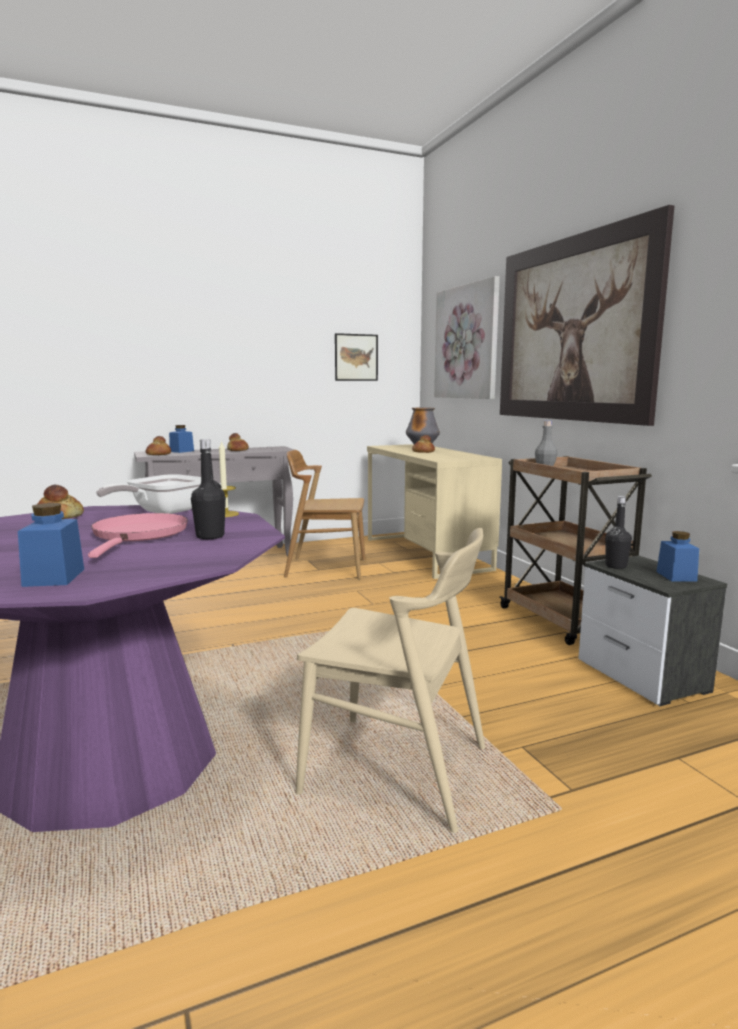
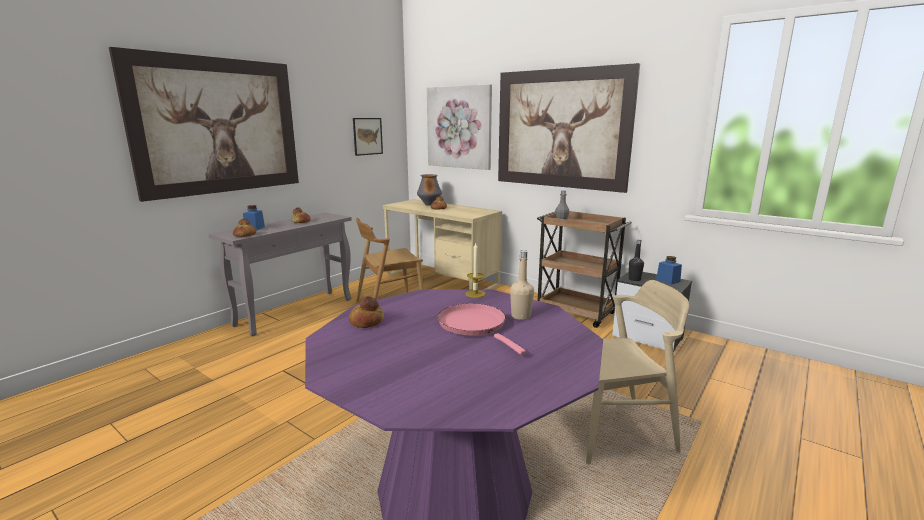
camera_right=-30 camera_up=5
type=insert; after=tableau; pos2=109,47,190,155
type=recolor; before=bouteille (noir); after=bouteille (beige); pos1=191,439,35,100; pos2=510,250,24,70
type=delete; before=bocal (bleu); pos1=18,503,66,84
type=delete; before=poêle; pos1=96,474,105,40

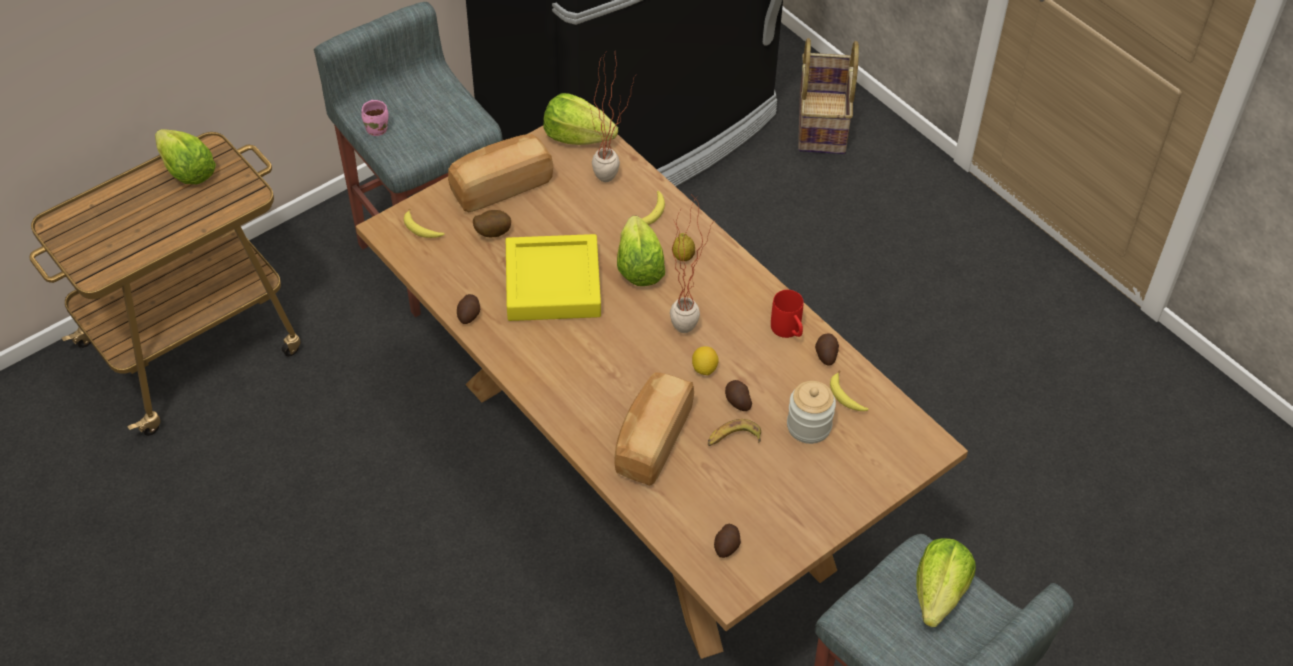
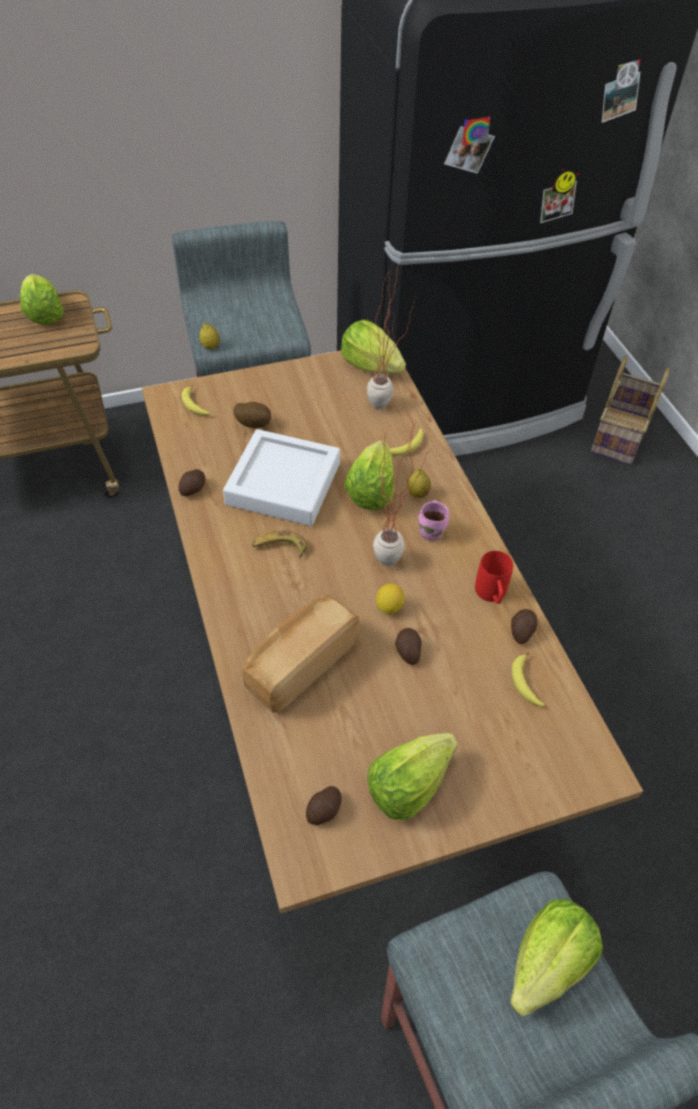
camera_right=20 camera_up=0
type=insert; after=citron; pos2=199,323,21,26
type=recolor; before=plateau (jaune); after=plateau (blanc); pos1=506,234,95,87; pos2=223,429,117,97
type=move; before=banane; pos1=708,419,53,27; pos2=252,530,55,28
type=insert; after=laitue; pos2=367,733,91,87
type=move; before=mug (rose); pos1=361,100,28,36; pos2=419,500,30,41
type=delete; before=pain; pos1=448,134,105,79
type=delete; before=bocal; pos1=787,381,49,63

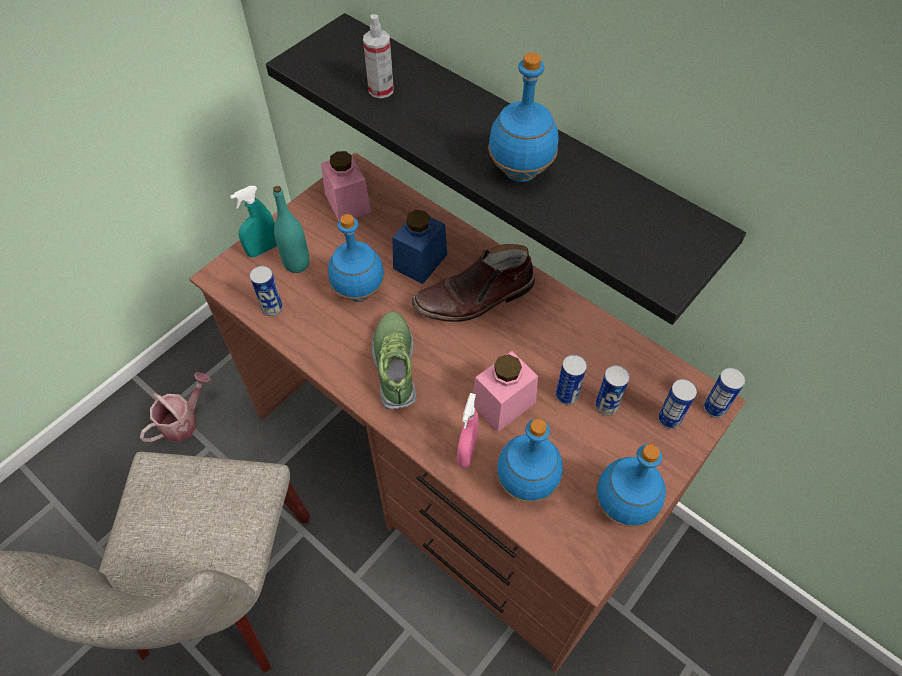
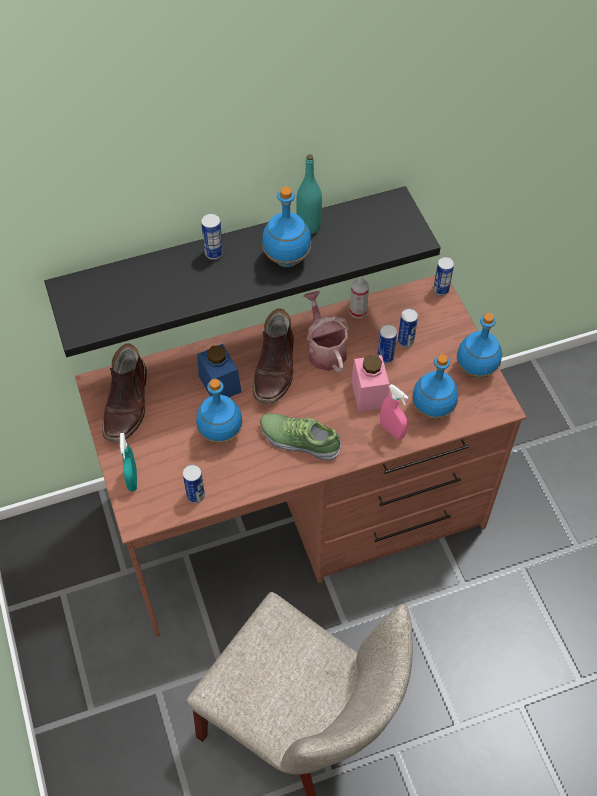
camera_right=-60 camera_up=0
type=replace; before=bocal (rose); after=botte (marron); pos1=321,151,50,70; pos2=103,343,44,99
type=move; before=boîte métallique; pos1=658,379,39,50; pos2=201,213,22,47
type=move; before=bouteille (turquoise); pos1=273,186,37,87; pos2=296,154,26,80
type=move; before=arrosoir; pos1=140,372,71,70; pos2=304,291,46,82
type=move; before=vaporisateur; pos1=363,14,31,85; pos2=350,276,19,42

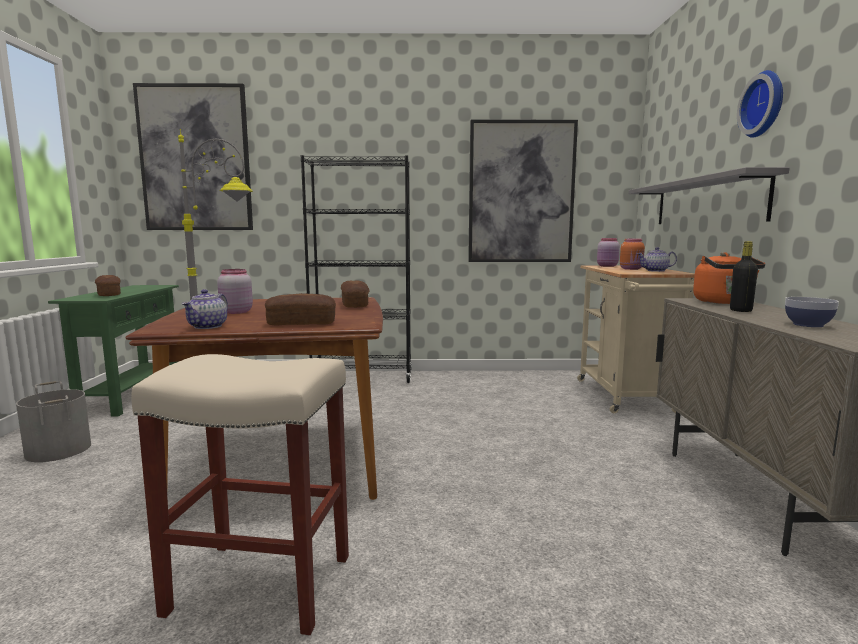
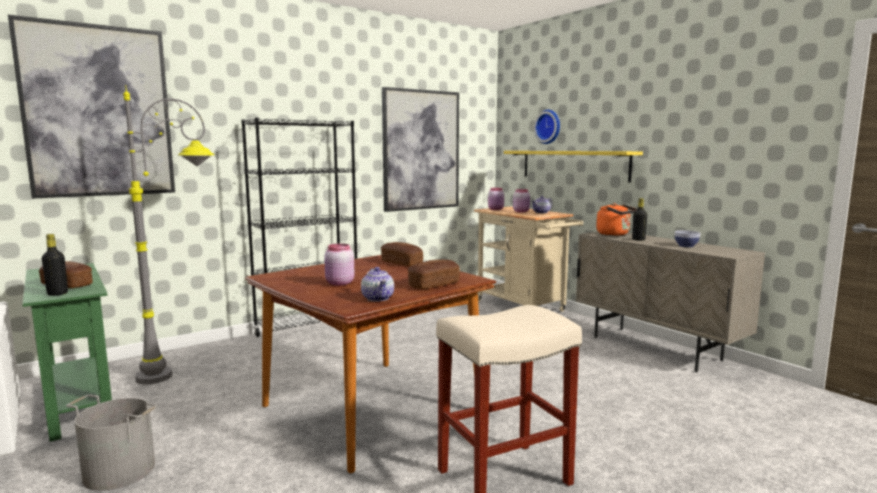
camera_right=-35 camera_up=0
type=insert; after=bouteille (noir); pos2=42,234,26,62
type=recolor; before=étagère (gris); after=étagère (jaune); pos1=629,167,161,57; pos2=504,151,139,32
type=recolor; before=bocal (orange); after=bocal (rose); pos1=620,239,25,31; pos2=513,189,17,23
type=move; before=horloge murale; pos1=737,70,46,68; pos2=534,110,26,34

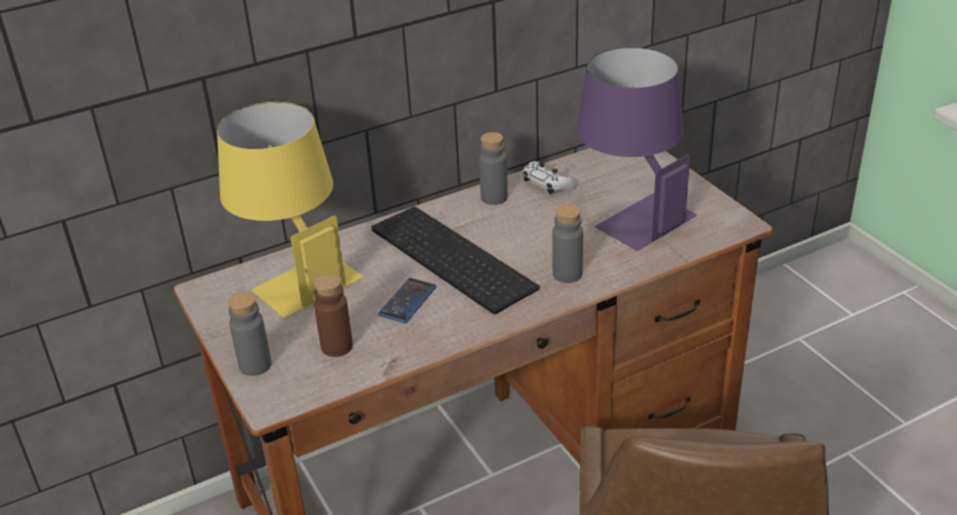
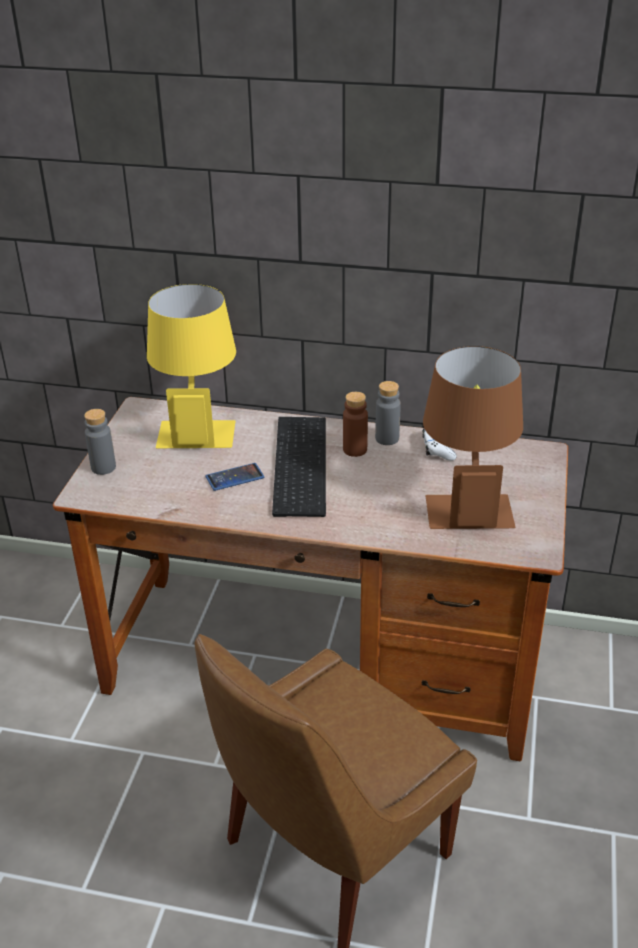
camera_right=40 camera_up=0
type=move; before=bouteille (marron); pos1=314,274,39,83; pos2=343,392,25,65
type=recolor; before=lampe de table (violet); after=lampe de table (marron); pos1=577,47,120,204; pos2=423,346,100,183
type=delete; before=bouteille (gris); pos1=552,204,31,79

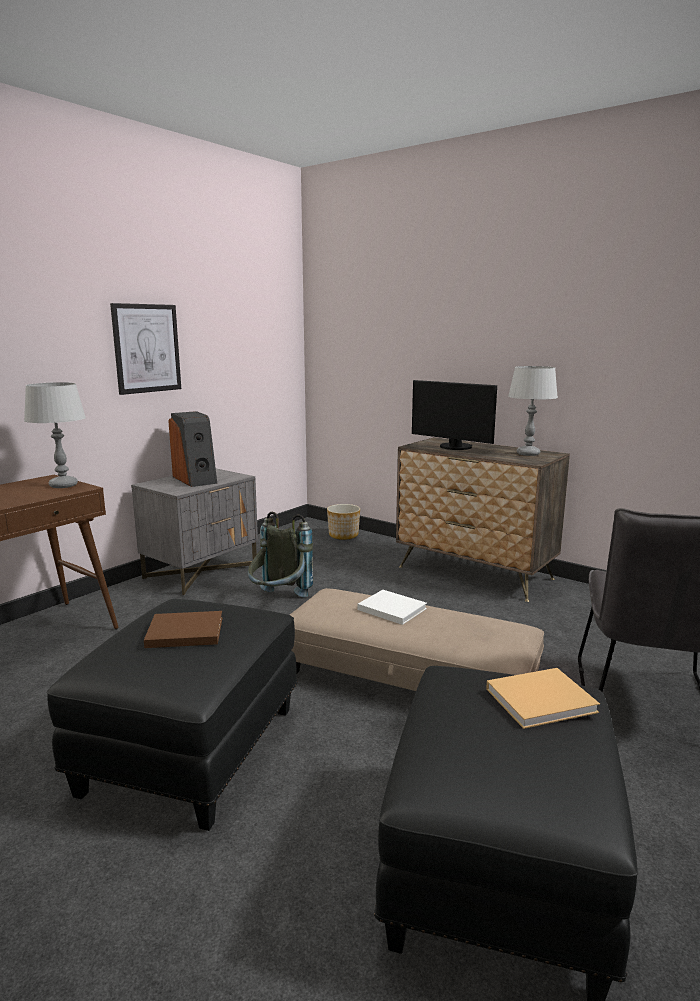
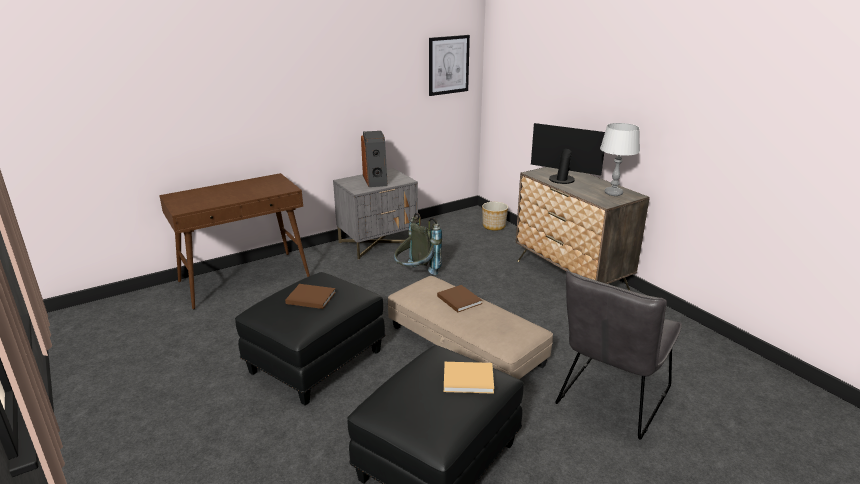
camera_right=20 camera_up=10
type=move; before=tableau; pos1=110,303,71,92; pos2=429,35,41,61
type=recolor; before=livre (blanc); after=livre (marron); pos1=357,590,70,35; pos2=437,285,45,28
type=rotate; before=écran d'ordinateur; pos1=412,380,85,70; pos2=531,123,74,61; turn=150
type=delete; before=lampe de table (gris); pos1=24,382,62,106

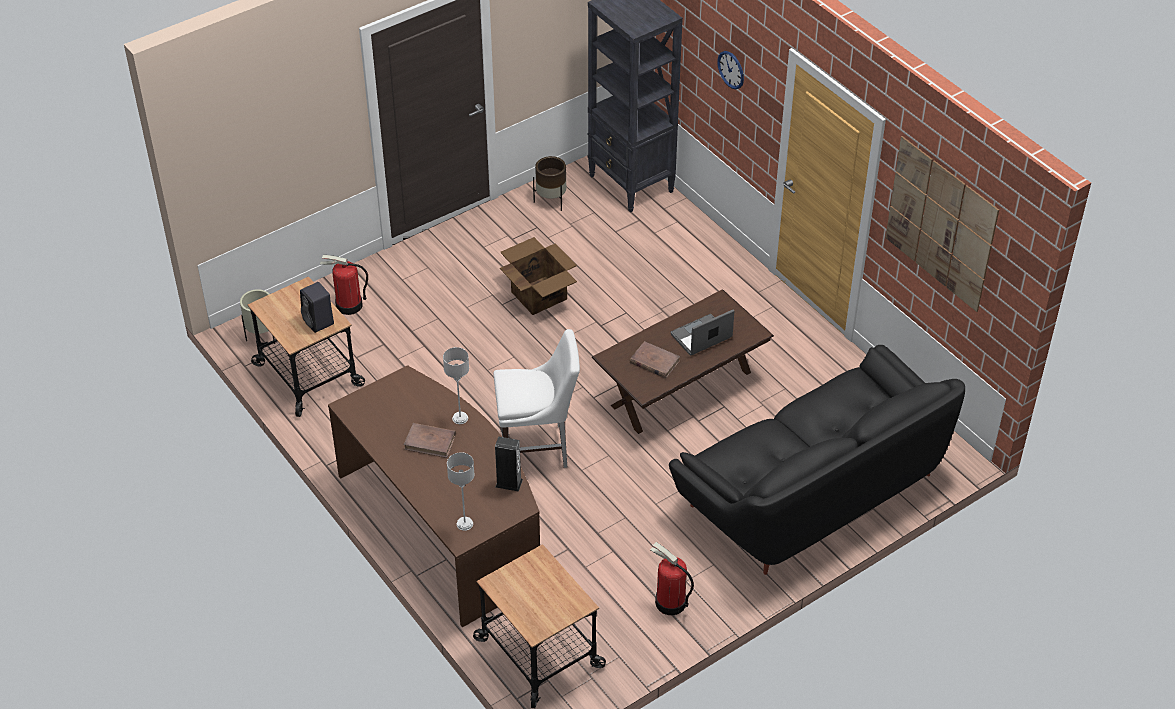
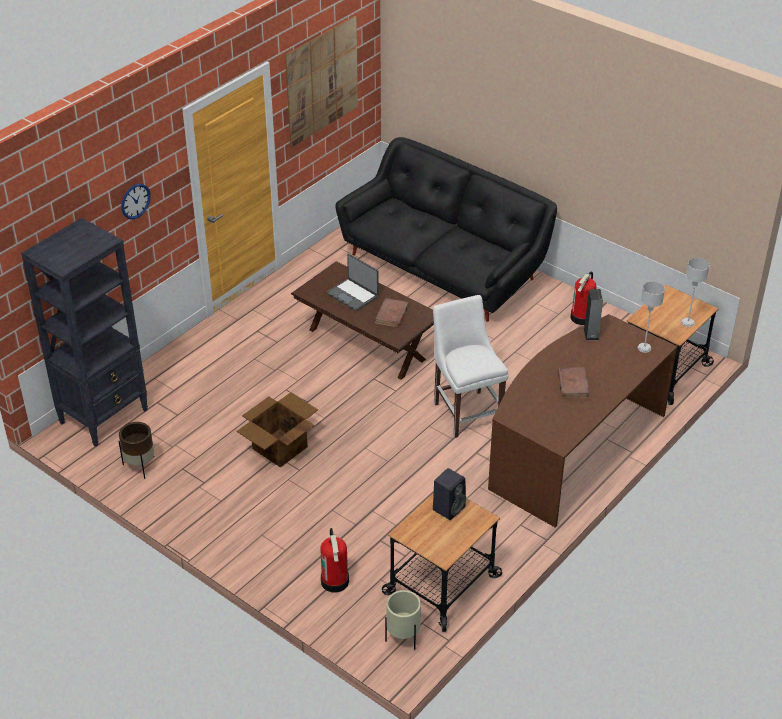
camera_right=-105 camera_up=-5
type=move; before=lampe de table (gris); pos1=443,347,26,77; pos2=681,258,28,69

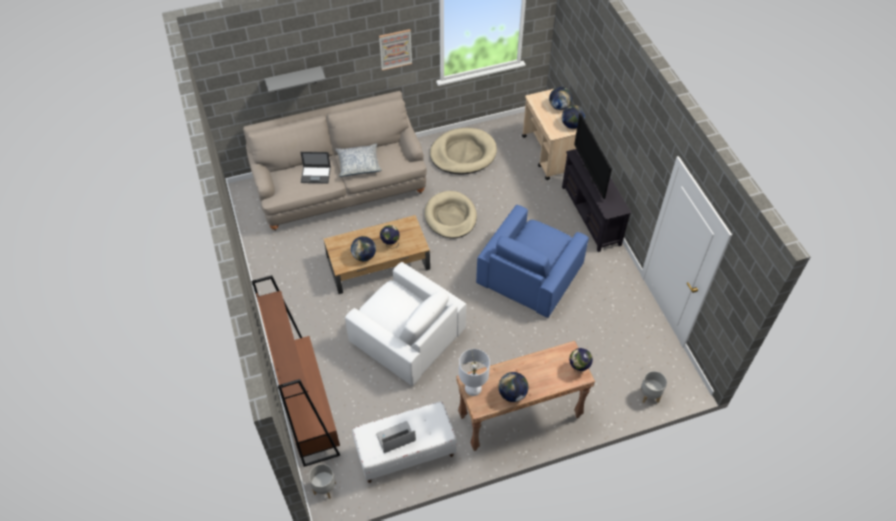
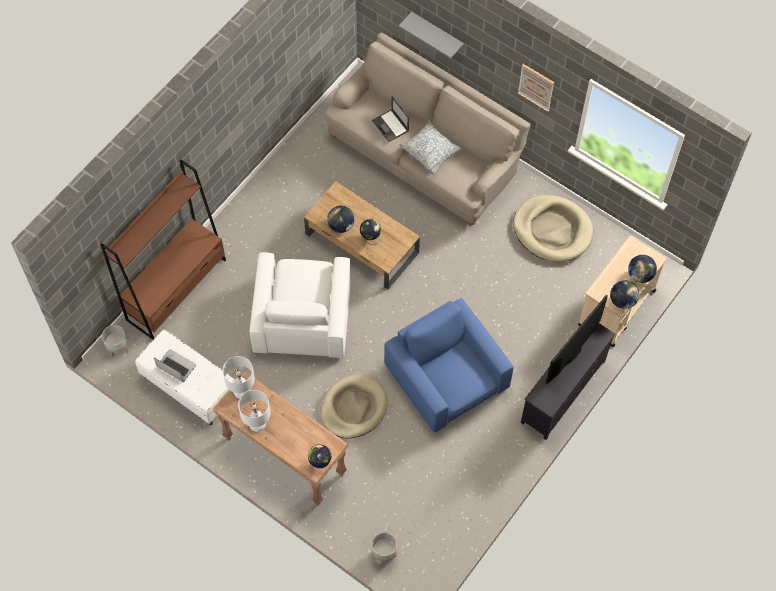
camera_right=55 camera_up=10
type=replace; before=globe; after=lampe de table (blanc); pos1=498,372,30,30; pos2=238,390,33,42
type=move; before=panier pour chien (beige); pos1=425,191,52,47; pos2=320,374,68,65
type=rotate; before=fauteuil (bleu); pos1=476,205,113,113; pos2=385,298,129,135; turn=60

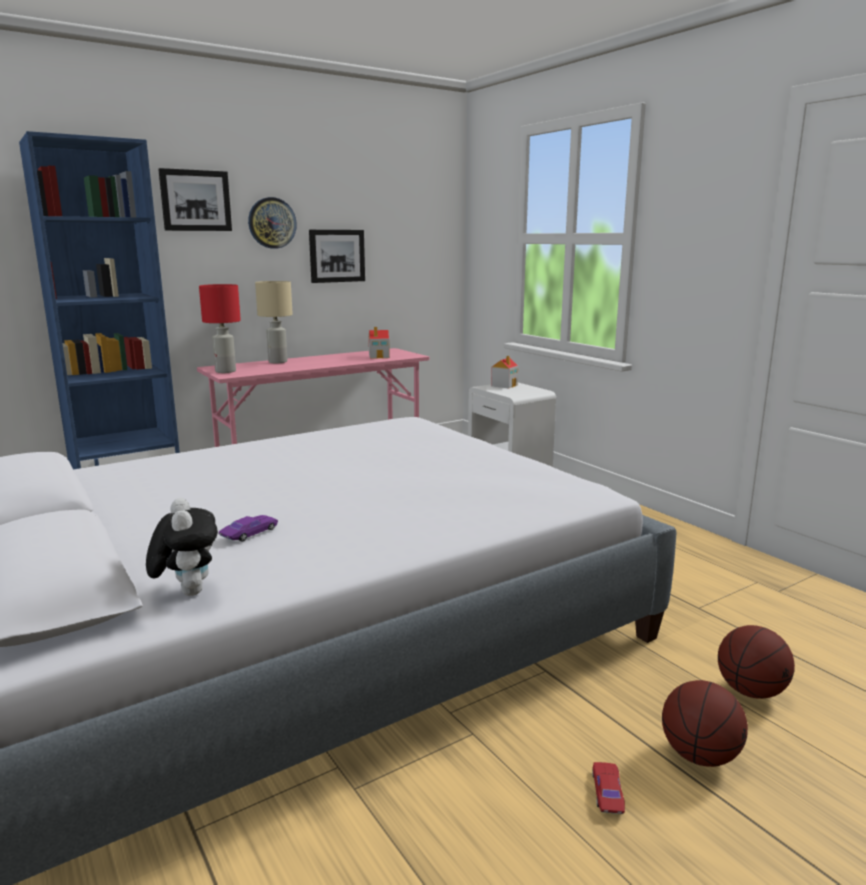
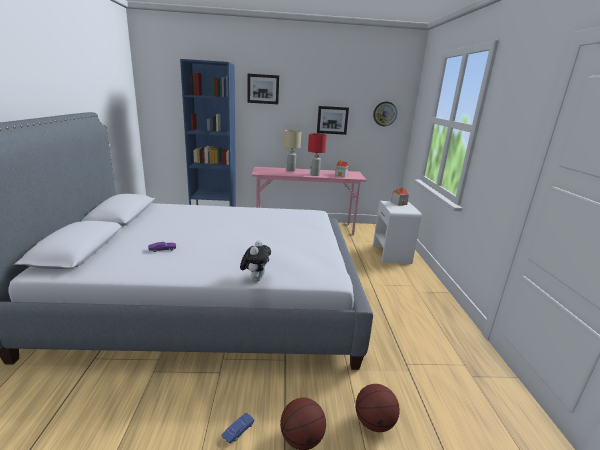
camera_right=30 camera_up=5
type=recolor; before=petite voiture (rouge); after=petite voiture (bleu); pos1=592,762,33,52; pos2=221,413,34,30
type=move; before=peluche; pos1=146,498,72,98; pos2=240,240,31,41
type=move; before=lampe de table (rouge); pos1=199,284,42,89; pos2=308,133,19,43
type=move; before=horloge murale; pos1=248,197,49,52; pos2=373,101,24,25

